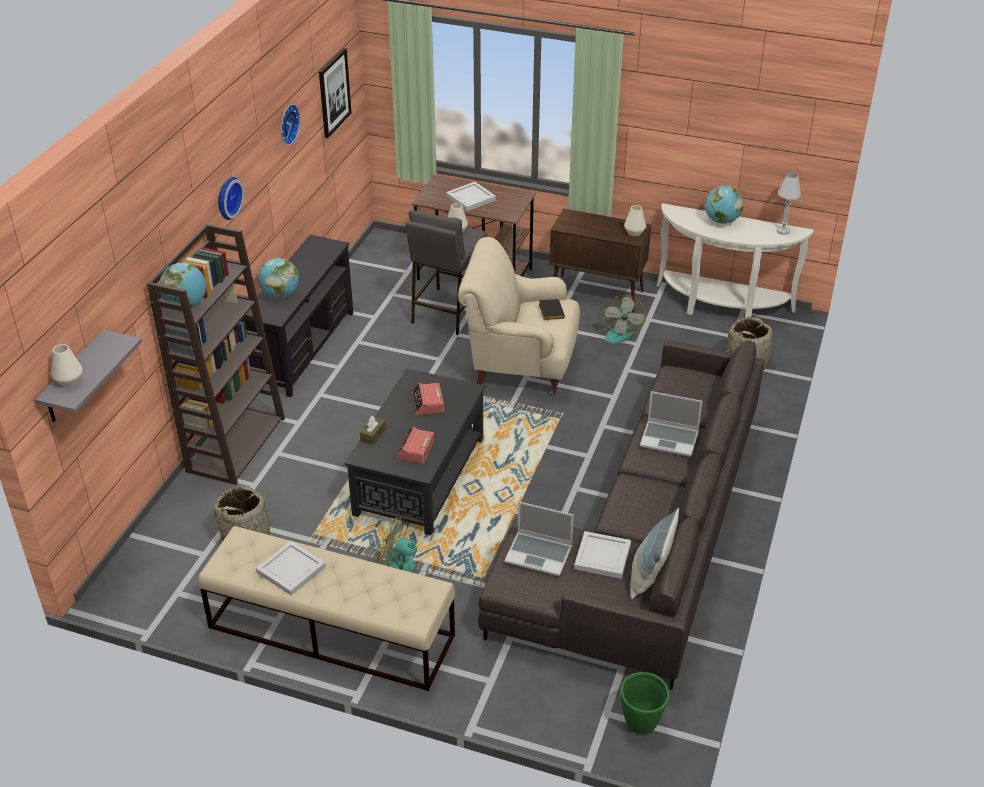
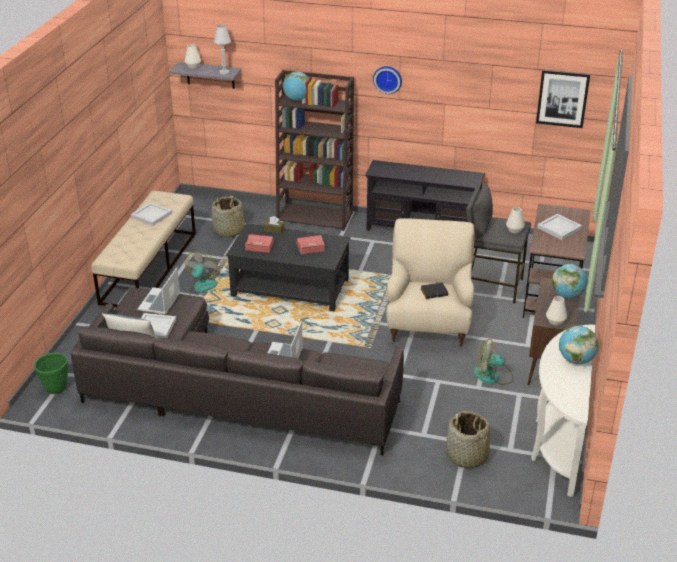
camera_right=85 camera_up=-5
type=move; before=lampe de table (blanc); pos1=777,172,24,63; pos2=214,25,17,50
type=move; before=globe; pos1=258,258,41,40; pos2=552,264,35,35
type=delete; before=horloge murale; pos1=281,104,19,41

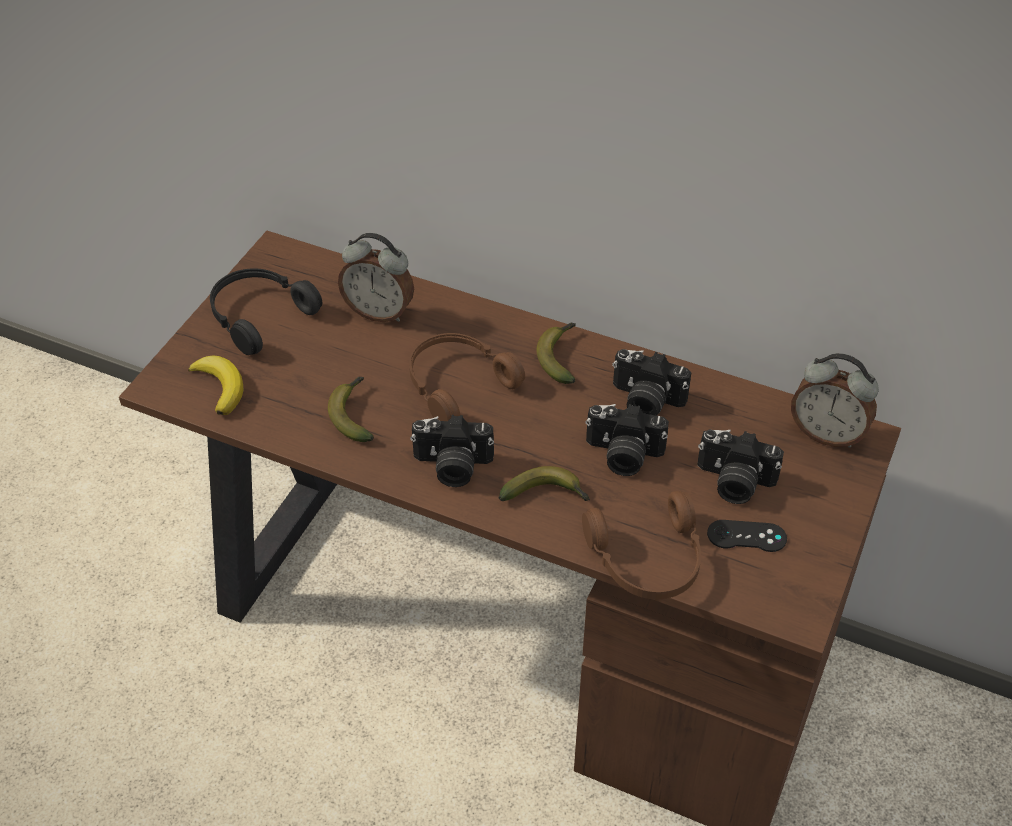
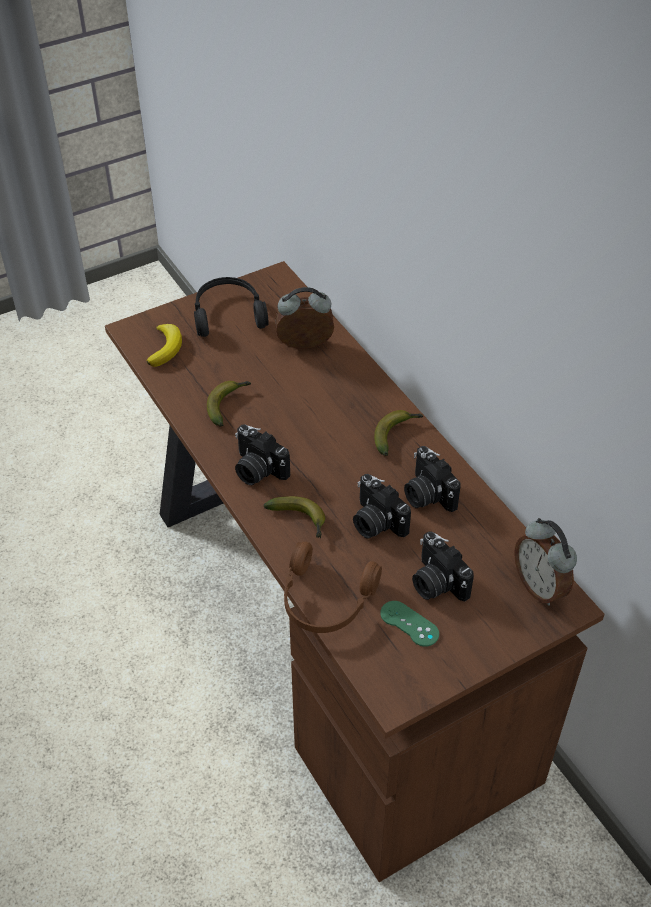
camera_right=35 camera_up=0
type=rotate; before=réveil; pos1=338,233,76,89; pos2=275,287,59,62; turn=120
type=recolor; before=manette (noir); after=manette (vert); pos1=707,520,80,32; pos2=380,601,59,46
type=delete; before=casque audio (marron); pos1=409,333,116,88

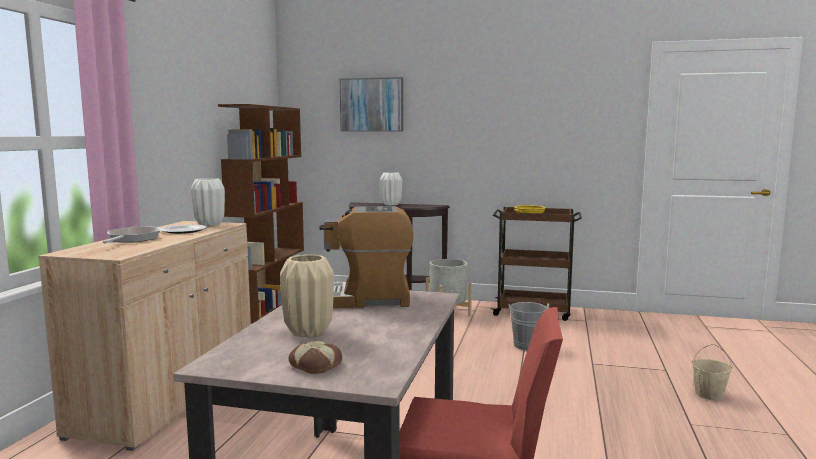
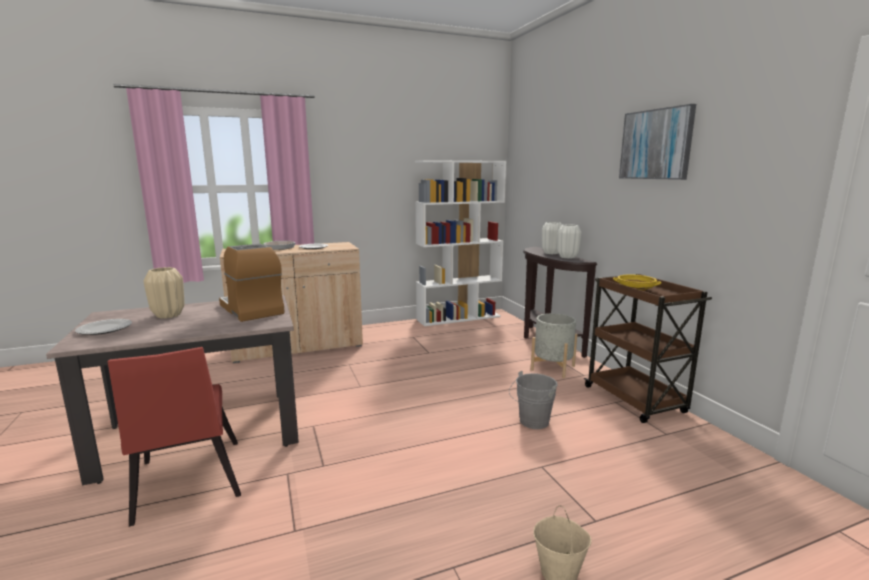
camera_right=55 camera_up=5
type=replace; before=pain; after=assiette; pos1=288,340,54,34; pos2=75,319,57,16
type=recolor; before=bibliothèque (marron); after=bibliothèque (blanc); pos1=218,104,86,220; pos2=415,160,91,166
type=move; before=vase (blanc); pos1=191,178,34,48; pos2=557,224,24,35
type=move; before=tableau; pos1=340,77,63,55; pos2=619,104,77,76

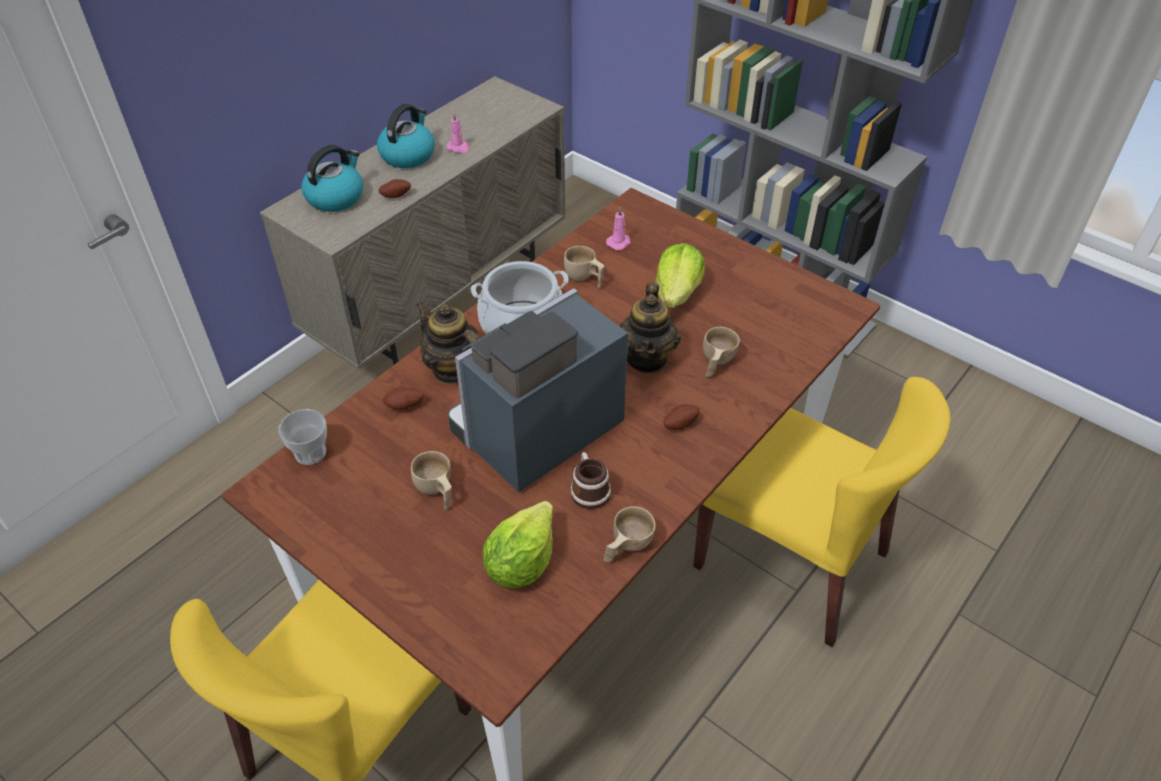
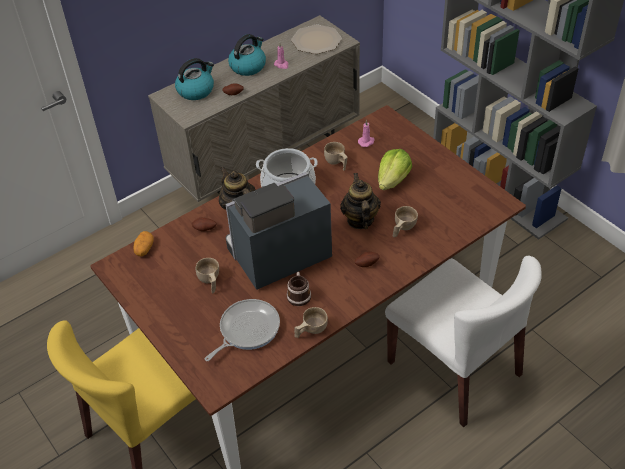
camera_right=15 camera_up=0
type=replace; before=tasse; after=pomme de terre; pos1=278,409,49,56; pos2=133,231,21,25
type=replace; before=laitue; after=poêle; pos1=482,501,71,87; pos2=205,299,75,62
type=insert; after=assiette; pos2=291,25,51,29
type=rotate; before=théière; pos1=619,283,62,90; pos2=340,173,41,56; turn=150
type=recolor; before=chaise (jaune); after=chaise (blanc); pos1=693,377,258,270; pos2=385,256,157,171

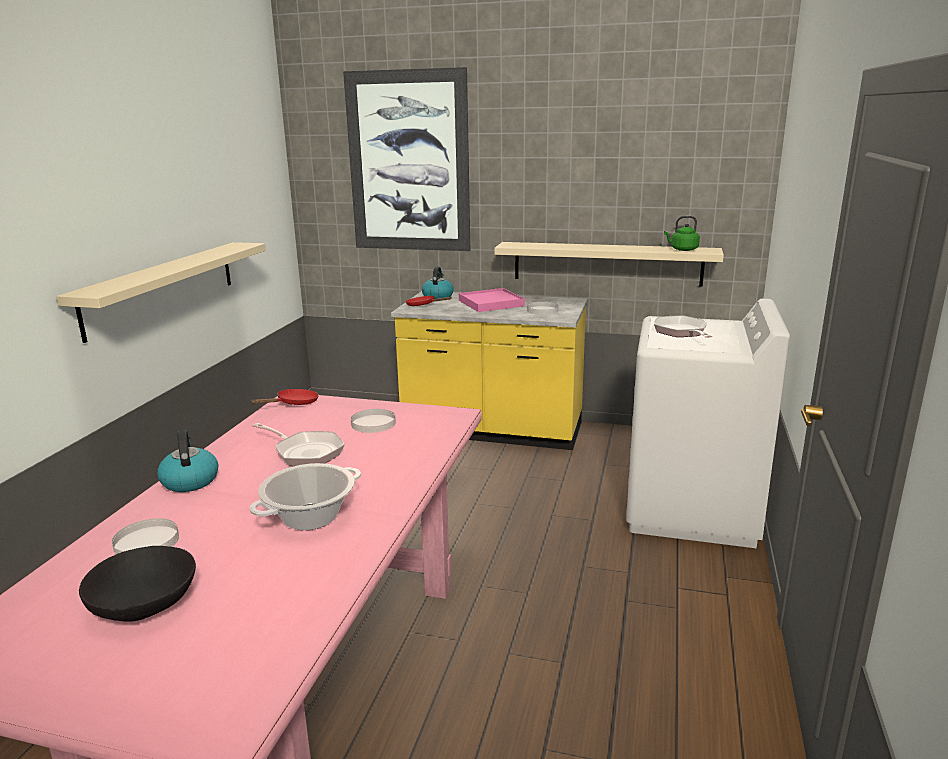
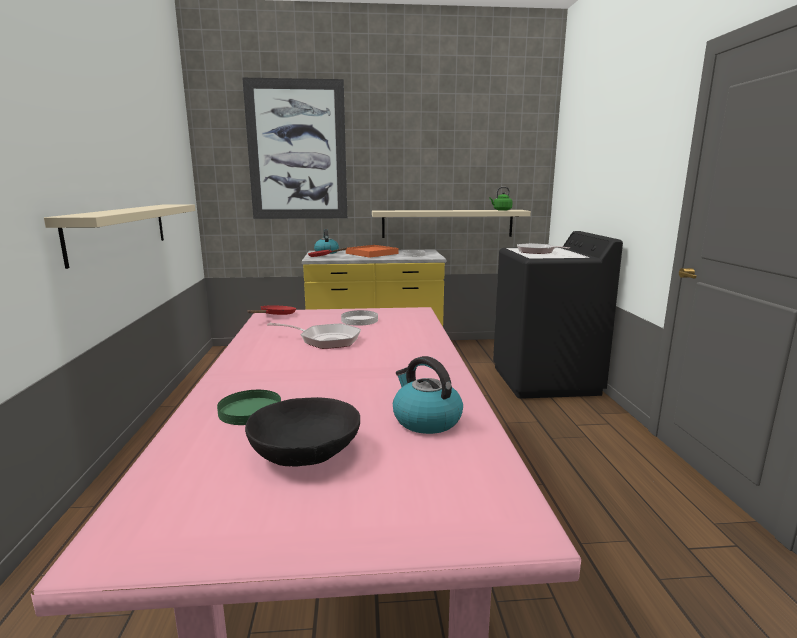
camera_right=-20 camera_up=-5
type=recolor; before=assiette (blanc); after=assiette (vert); pos1=112,518,67,37; pos2=217,390,64,35
type=recolor; before=plateau (rose); after=plateau (orange); pos1=459,288,66,24; pos2=346,245,53,13
type=move; before=bouilloire; pos1=157,430,62,62; pos2=393,356,70,78
type=recolor; before=lave-linge (blanc); after=lave-linge (noir); pos1=626,299,164,249; pos2=493,231,130,168
type=delete; before=marmite; pos1=249,463,112,67

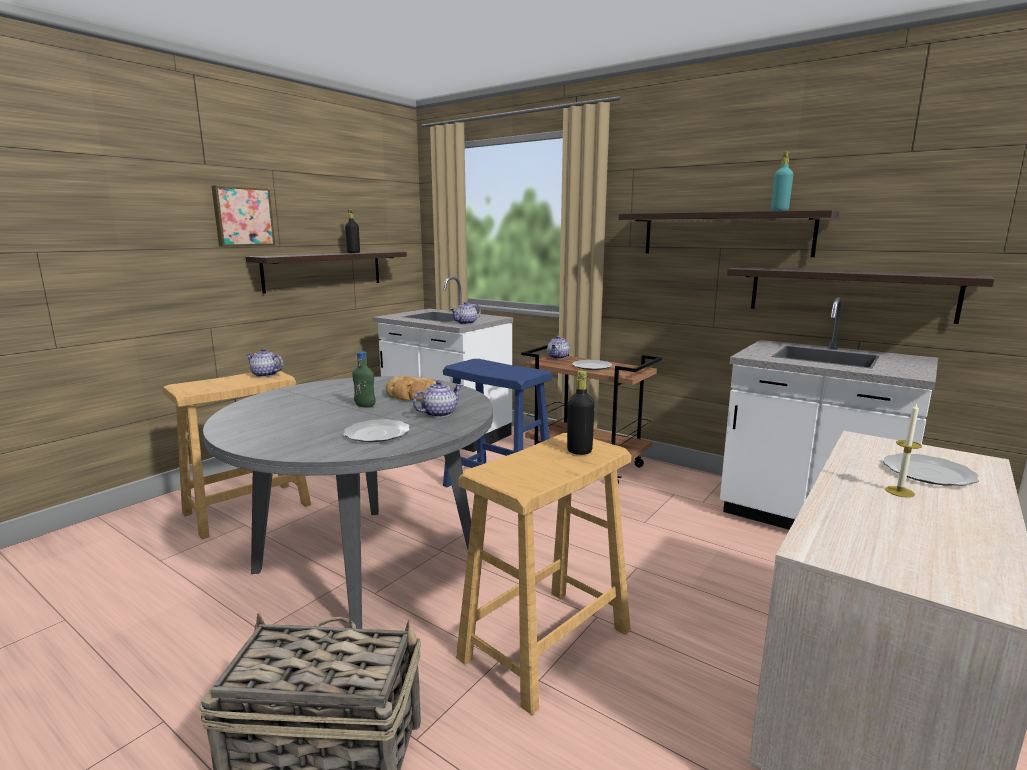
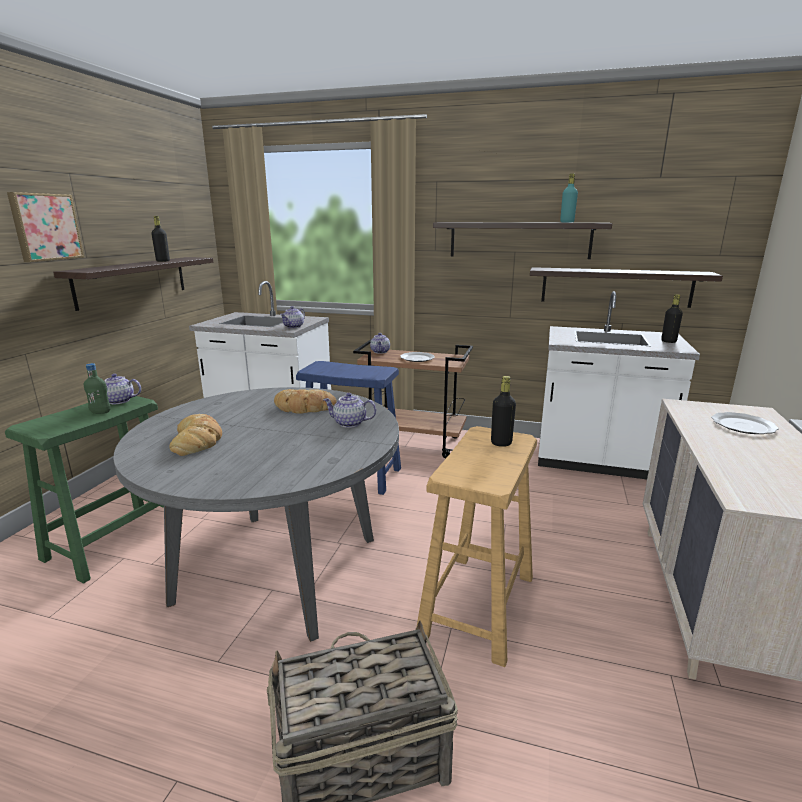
camera_right=-20 camera_up=5
type=recolor; before=tabouret (beige); after=tabouret (vert); pos1=163,371,148,168; pos2=5,396,159,187
type=move; before=bouteille (vert); pos1=352,351,24,56; pos2=83,363,28,51
type=insert; after=pain; pos2=169,414,53,42
type=rotate; before=théière; pos1=413,380,49,38; pos2=323,393,53,35; turn=-105
type=insert; after=bouteille (noir); pos2=661,294,22,49
type=delete; before=assiette; pos1=344,419,66,23
type=delete; before=bougie; pos1=885,402,37,96

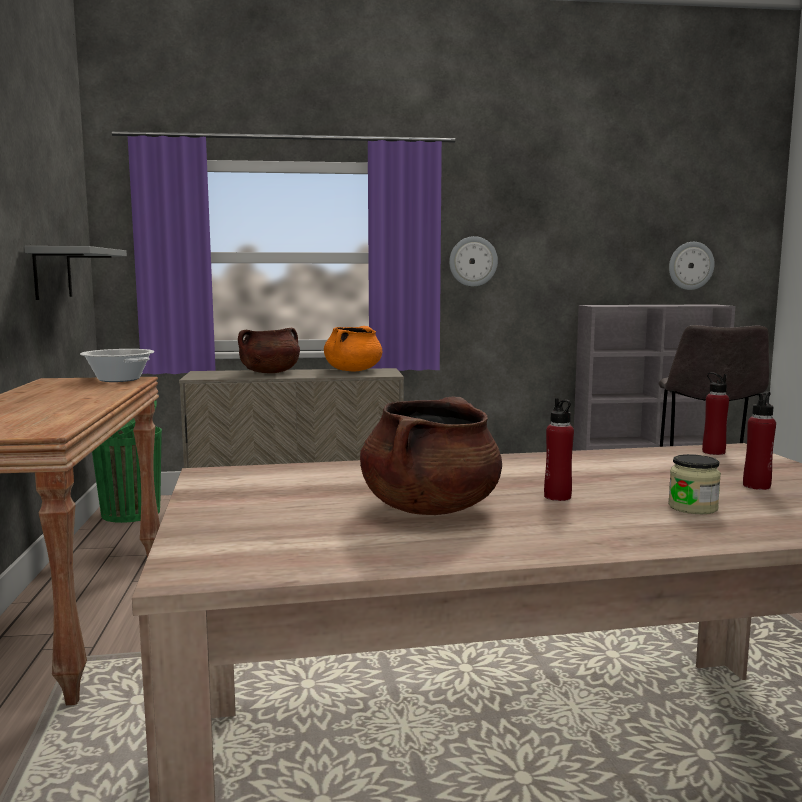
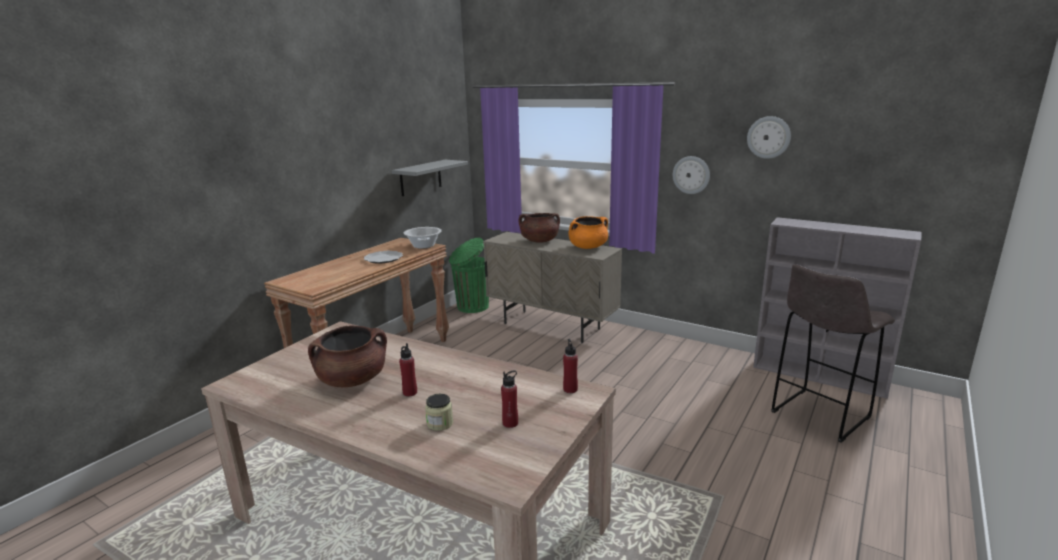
camera_right=40 camera_up=10
type=insert; after=assiette; pos2=364,251,39,13
type=move; before=horloge murale; pos1=669,242,46,48; pos2=747,116,44,43

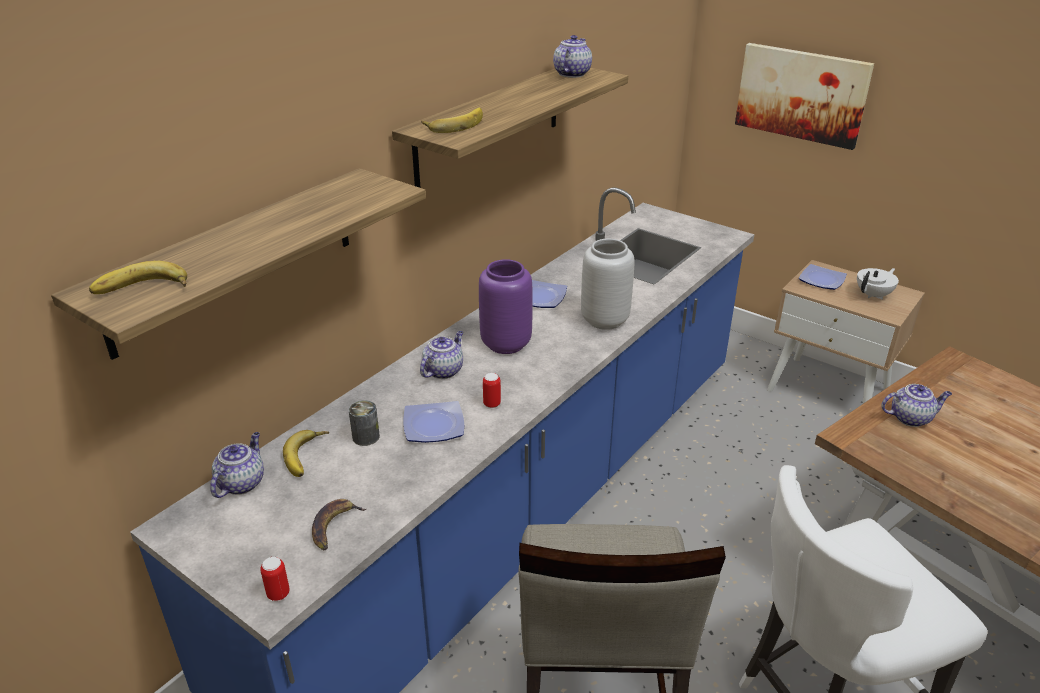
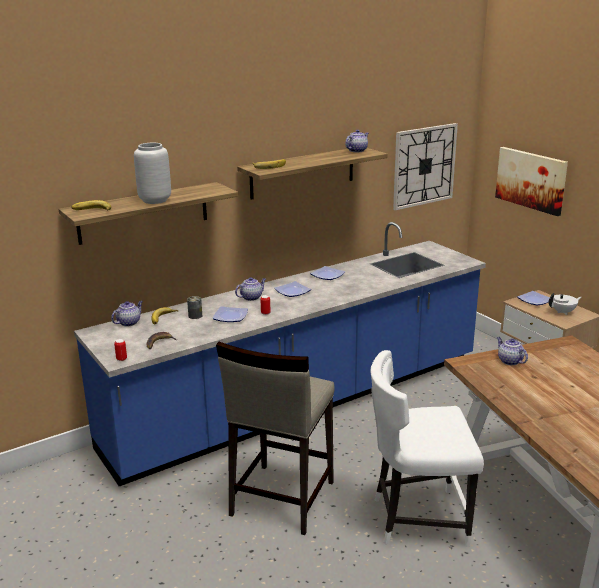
camera_right=20 camera_up=-10
type=move; before=vase (gris); pos1=581,239,53,91; pos2=134,143,37,61
type=replace; before=vase (violet); after=assiette; pos1=479,259,54,95; pos2=274,281,37,16
type=insert; after=horloge murale; pos2=393,123,65,88
type=rotate; before=théière; pos1=881,384,71,43; pos2=497,337,31,28; turn=-135

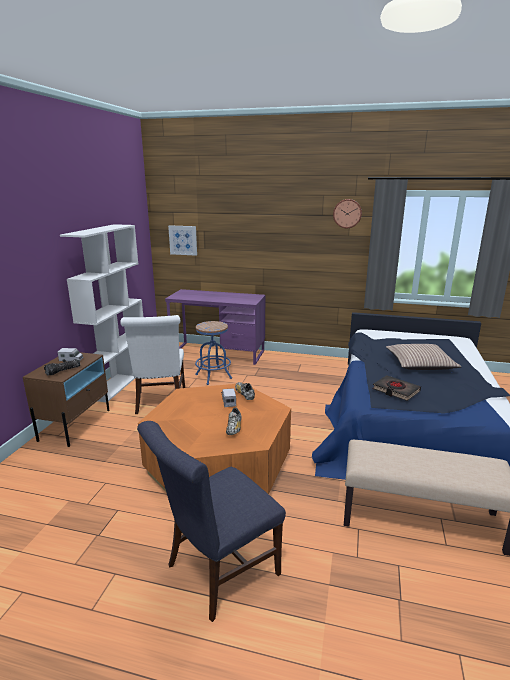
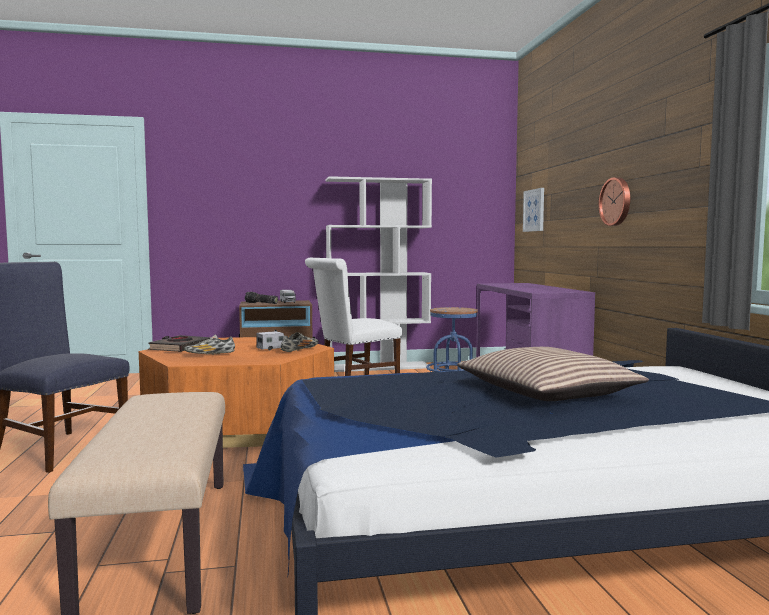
camera_right=65 camera_up=-15
type=move; before=livre (noir); pos1=373,375,48,26; pos2=148,335,61,17
type=move; before=horloge murale; pos1=333,199,29,29; pos2=599,177,31,49

